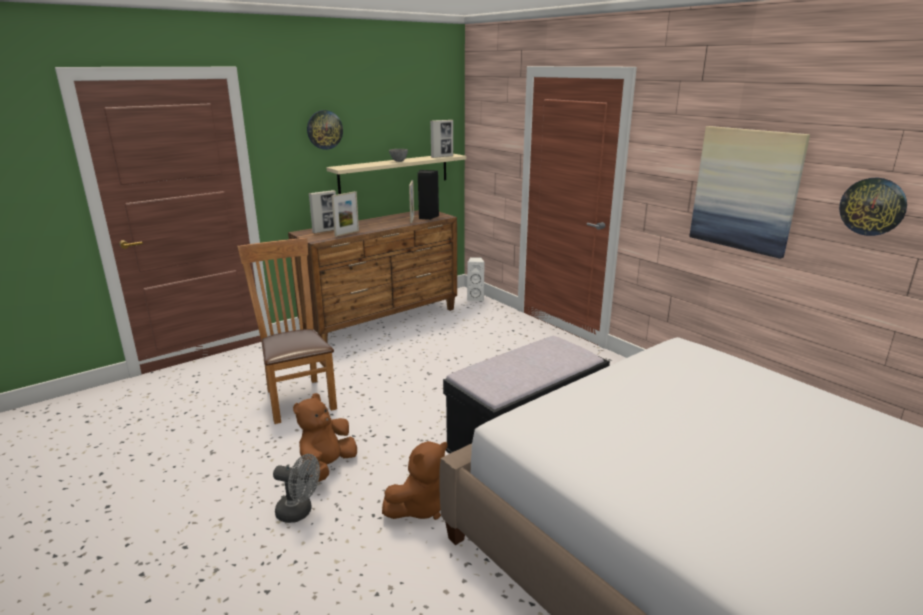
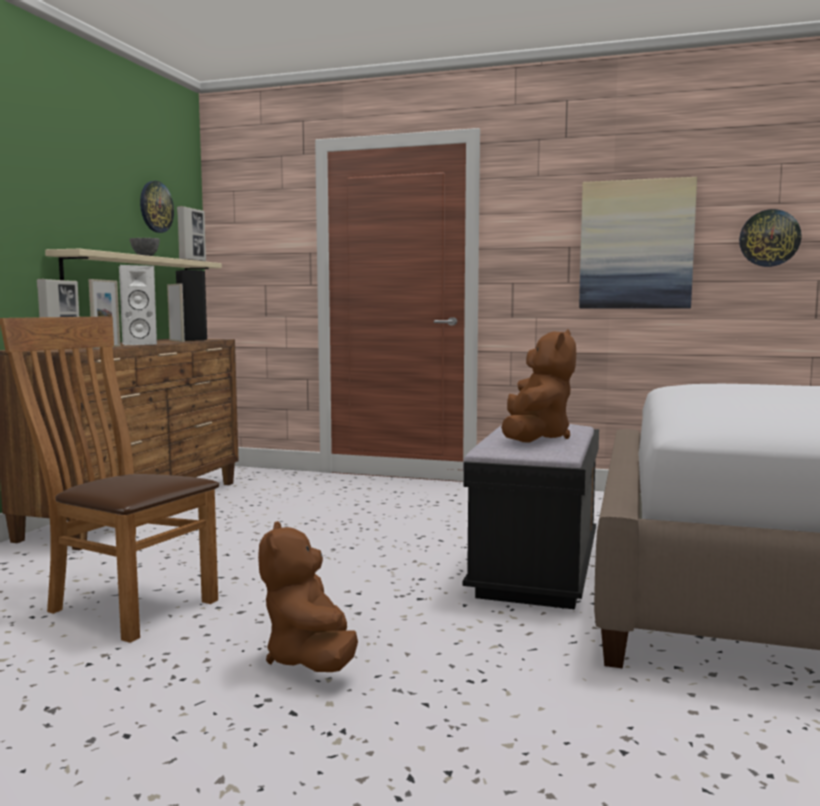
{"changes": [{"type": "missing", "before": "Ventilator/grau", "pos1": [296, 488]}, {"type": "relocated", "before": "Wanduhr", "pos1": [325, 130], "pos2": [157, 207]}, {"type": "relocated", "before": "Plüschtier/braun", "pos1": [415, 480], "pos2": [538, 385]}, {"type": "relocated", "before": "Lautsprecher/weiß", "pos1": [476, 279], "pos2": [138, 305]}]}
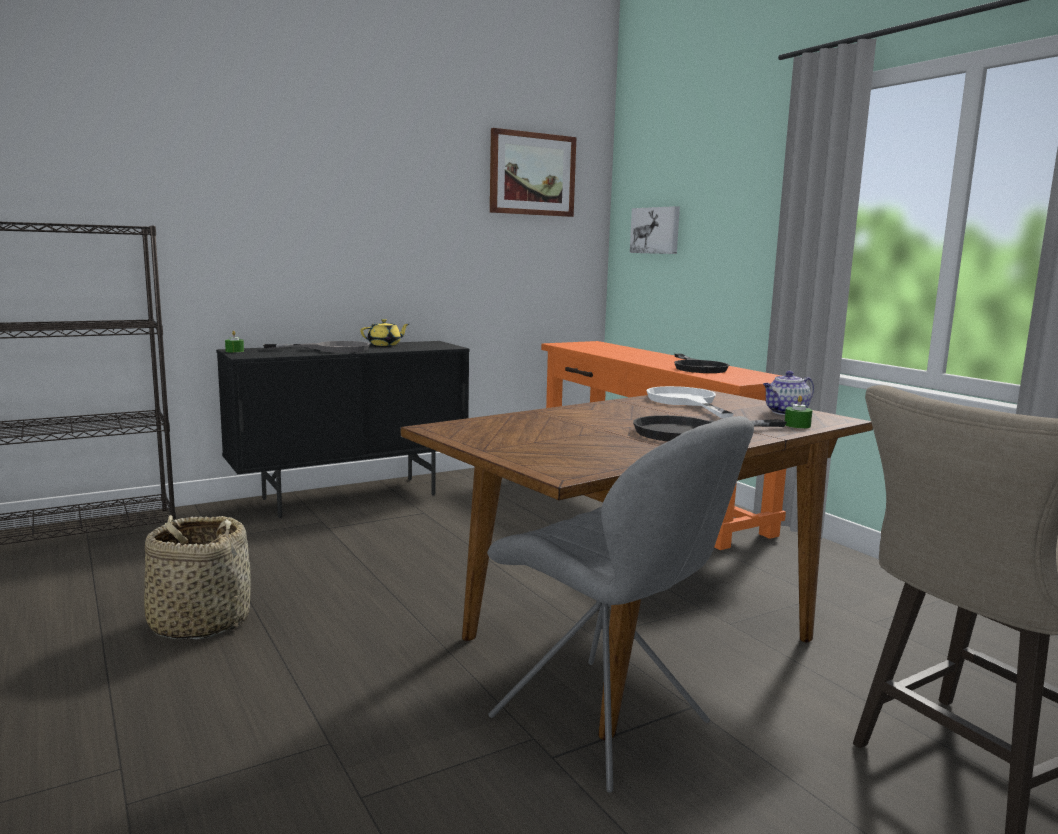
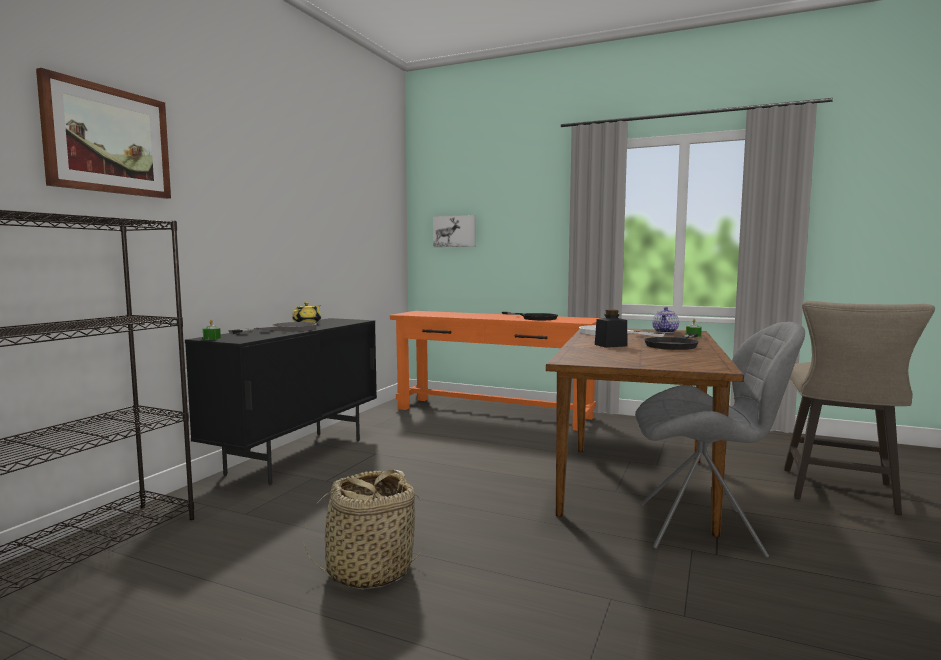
{"changes": [{"type": "relocated", "before": "Bild", "pos1": [533, 172], "pos2": [103, 133]}, {"type": "appeared", "after": "Vorratsglas/schwarz", "pos2": [611, 329]}]}
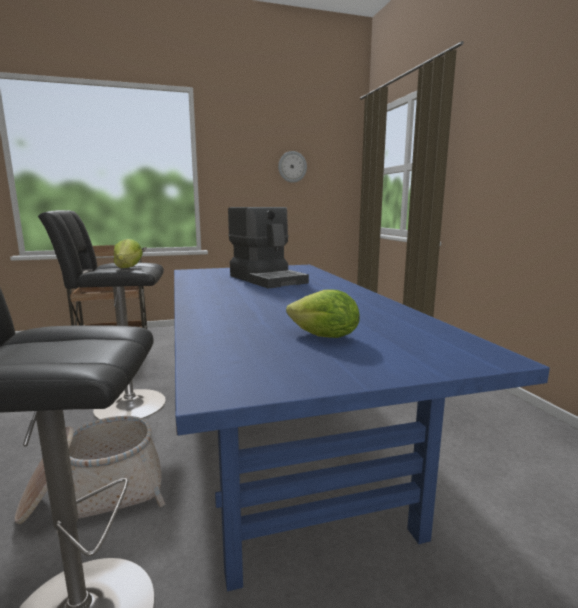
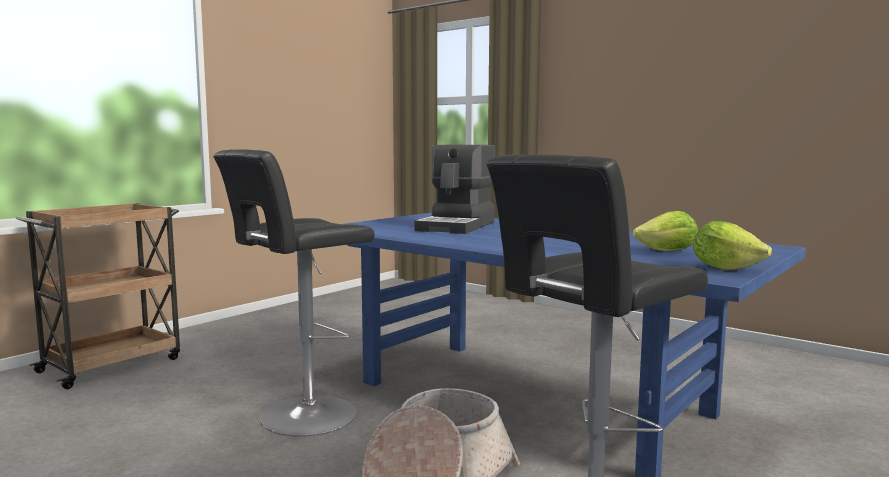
{"changes": [{"type": "relocated", "before": "Salatkopf", "pos1": [128, 253], "pos2": [732, 245]}, {"type": "spun", "before": "Kaffeemaschine", "pos1": [268, 248], "pos2": [454, 189], "turn": 90}, {"type": "missing", "before": "Wanduhr", "pos1": [292, 167]}]}
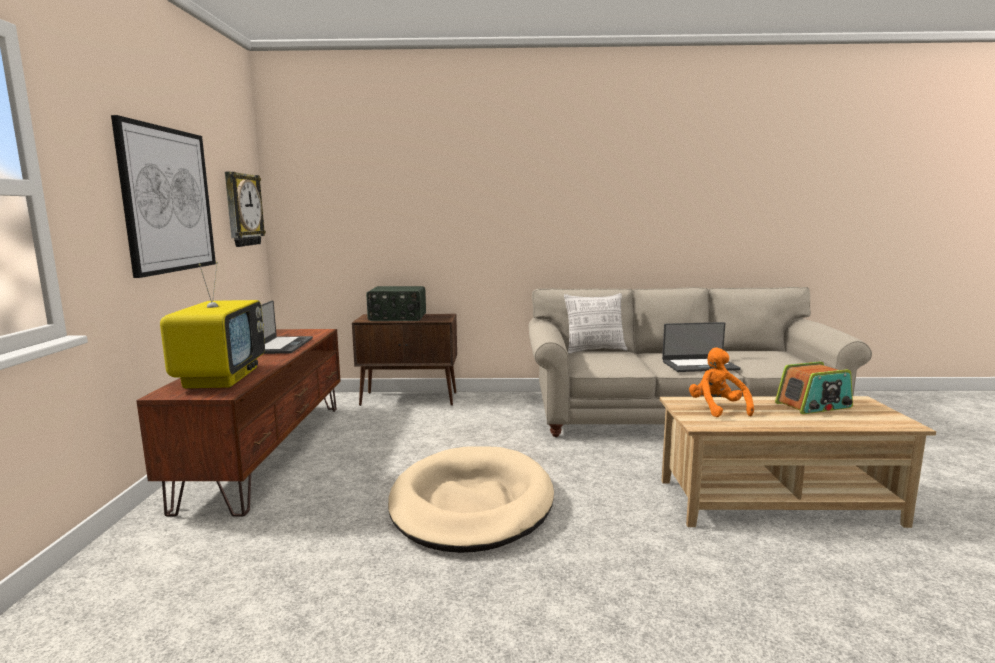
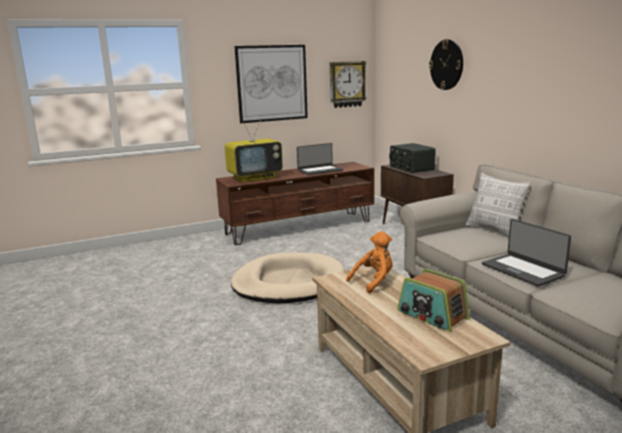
{"changes": [{"type": "appeared", "after": "Wanduhr", "pos2": [446, 64]}]}
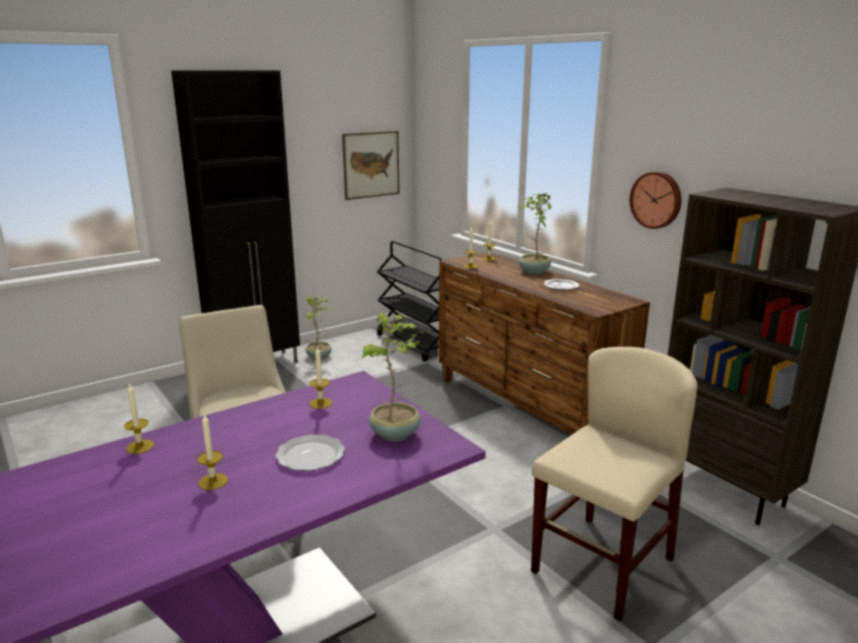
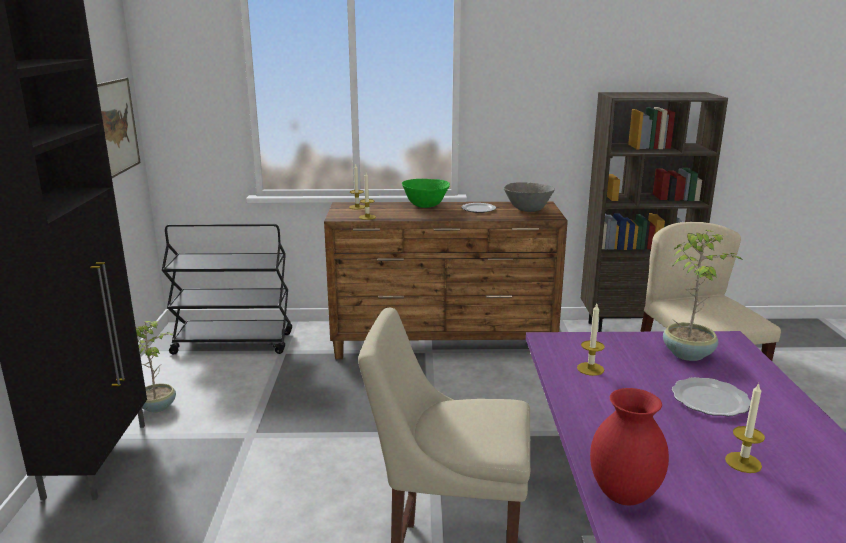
{"changes": [{"type": "exchanged", "before": "Kerze", "after": "Vase/rot", "pos1": [139, 419], "pos2": [629, 447]}, {"type": "exchanged", "before": "Topfpflanze", "after": "Schüssel/grün", "pos1": [534, 233], "pos2": [426, 193]}, {"type": "missing", "before": "Wanduhr", "pos1": [655, 200]}, {"type": "appeared", "after": "Schüssel/grau", "pos2": [529, 197]}]}
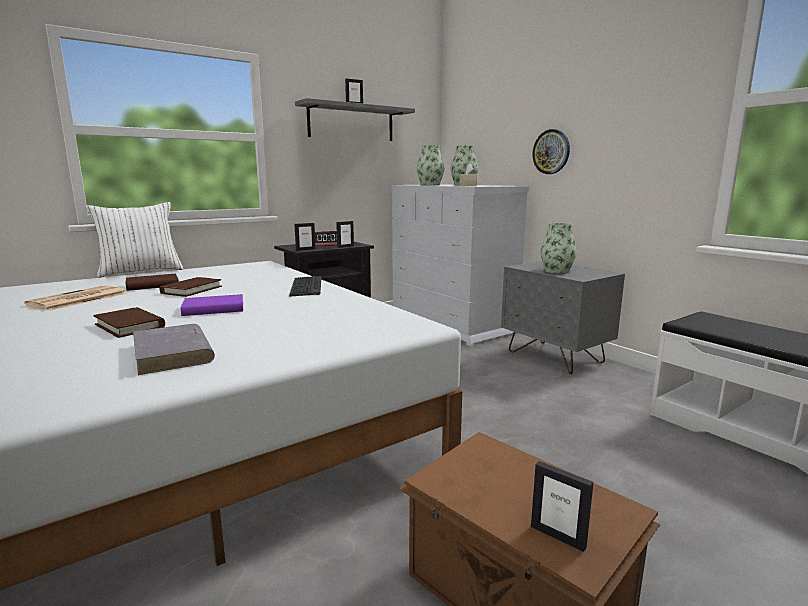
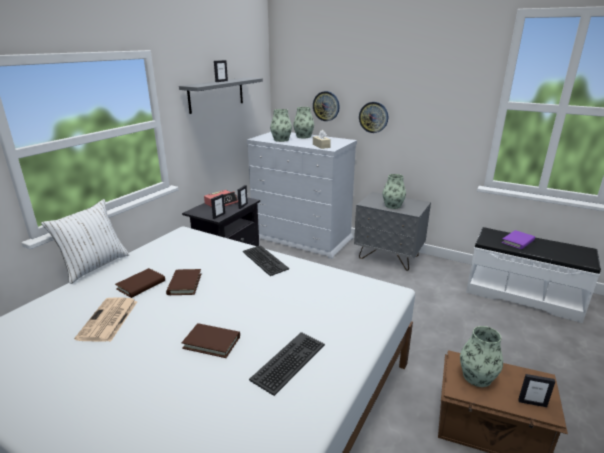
{"changes": [{"type": "exchanged", "before": "Buch/grau", "after": "Tastatur", "pos1": [174, 349], "pos2": [287, 364]}, {"type": "relocated", "before": "Buch/lila", "pos1": [212, 305], "pos2": [518, 239]}, {"type": "appeared", "after": "Wanduhr", "pos2": [326, 106]}, {"type": "appeared", "after": "Vase", "pos2": [481, 356]}]}
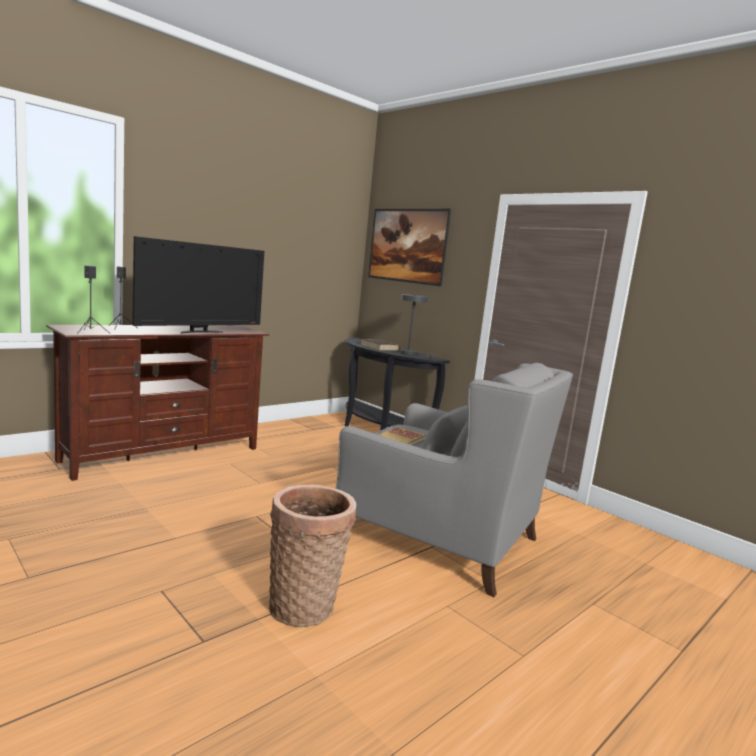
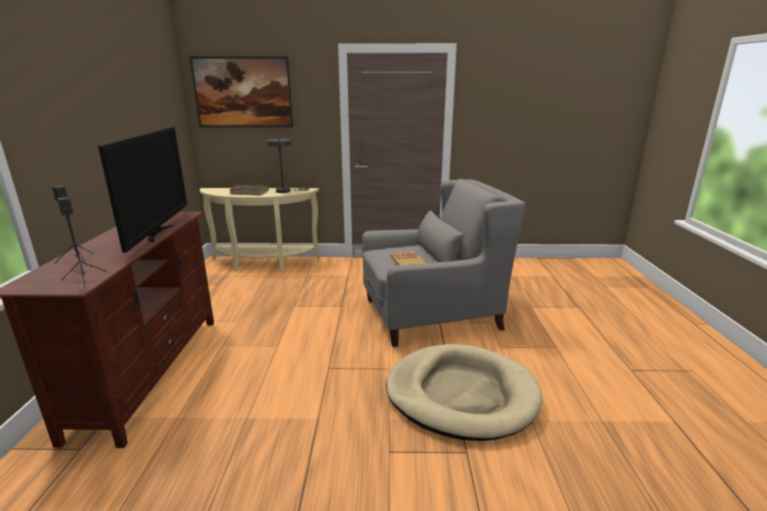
{"changes": [{"type": "exchanged", "before": "Korb", "after": "Hundebett/beige", "pos1": [312, 556], "pos2": [464, 392]}, {"type": "colour", "before": "Konsolentisch/schwarz", "after": "Konsolentisch/beige", "pos1": [397, 383], "pos2": [260, 229]}]}
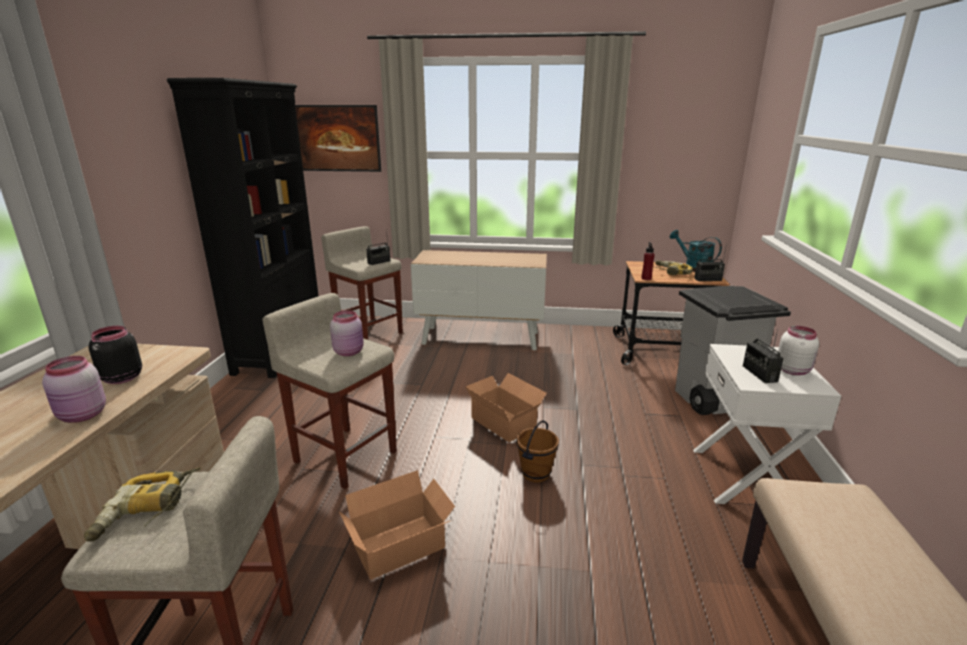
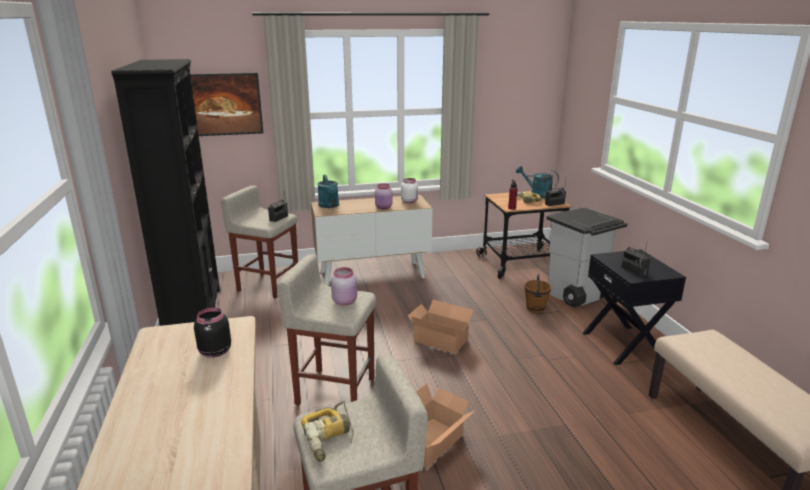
{"changes": [{"type": "relocated", "before": "Vorratsglas/rosa", "pos1": [74, 389], "pos2": [384, 196]}, {"type": "relocated", "before": "Eimer/braun", "pos1": [537, 451], "pos2": [537, 293]}, {"type": "colour", "before": "Nachttisch/weiß", "after": "Nachttisch/schwarz", "pos1": [767, 424], "pos2": [634, 307]}, {"type": "relocated", "before": "Vorratsglas/weiß", "pos1": [798, 350], "pos2": [409, 190]}, {"type": "appeared", "after": "Gießkanne/türkis", "pos2": [328, 191]}]}
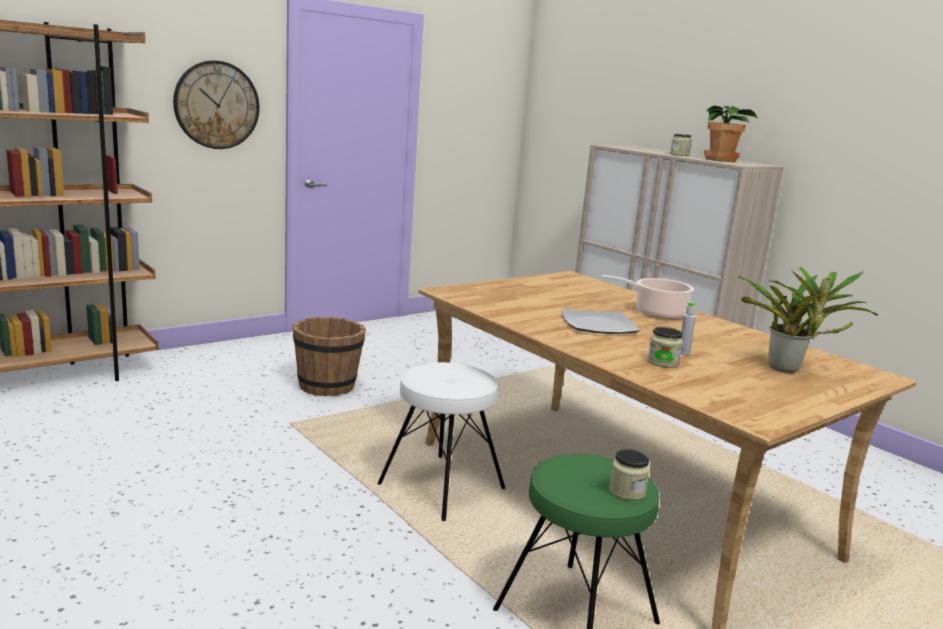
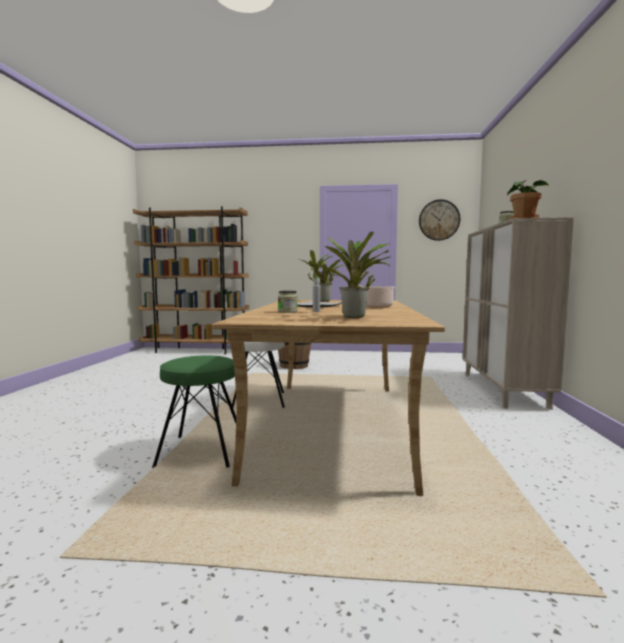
{"changes": [{"type": "relocated", "before": "Wanduhr", "pos1": [216, 105], "pos2": [439, 220]}, {"type": "missing", "before": "Vorratsglas", "pos1": [629, 474]}, {"type": "appeared", "after": "Topfpflanze", "pos2": [321, 276]}]}
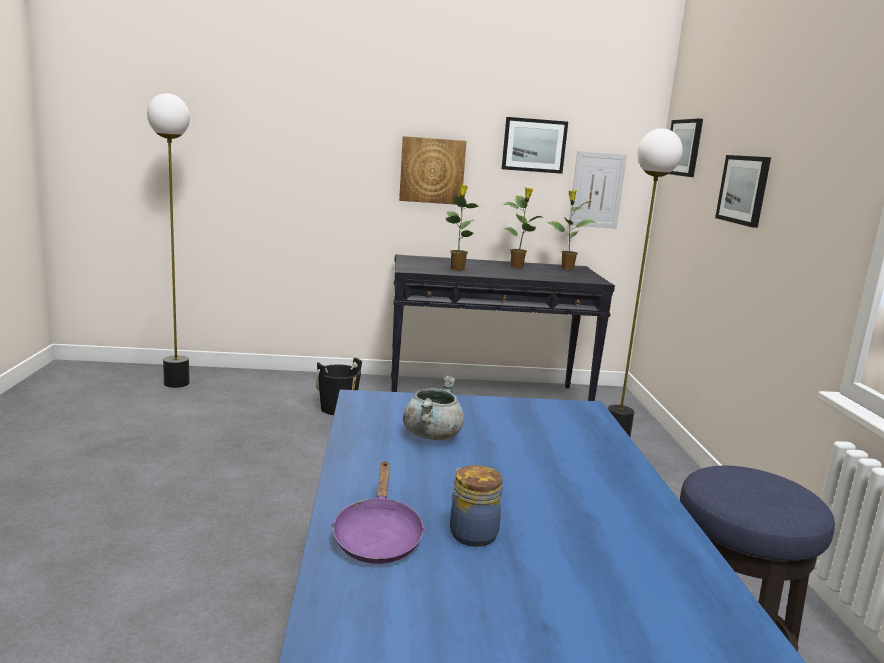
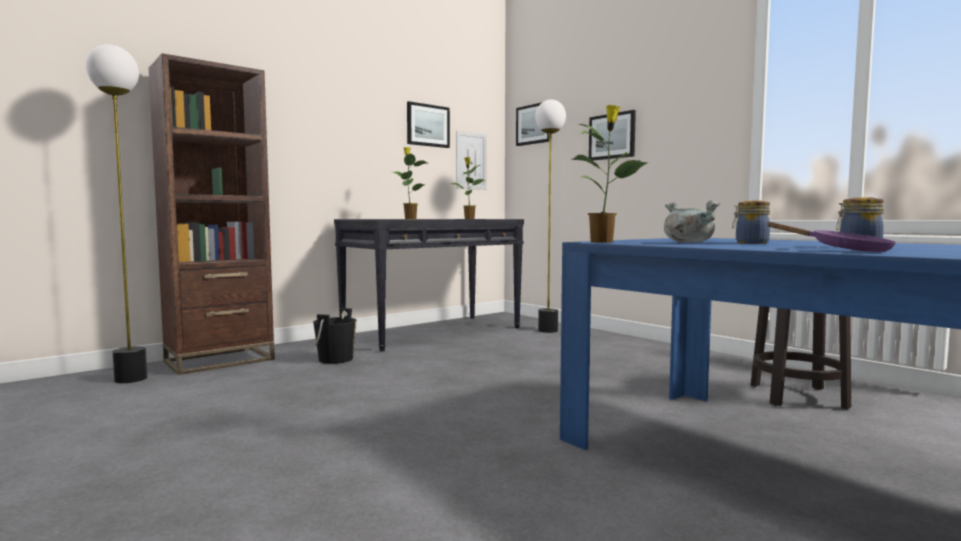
{"changes": [{"type": "missing", "before": "Bild", "pos1": [432, 170]}, {"type": "relocated", "before": "Topfpflanze", "pos1": [521, 227], "pos2": [610, 174]}, {"type": "appeared", "after": "Bücherregal/braun", "pos2": [211, 214]}, {"type": "appeared", "after": "Vorratsglas", "pos2": [751, 222]}]}
